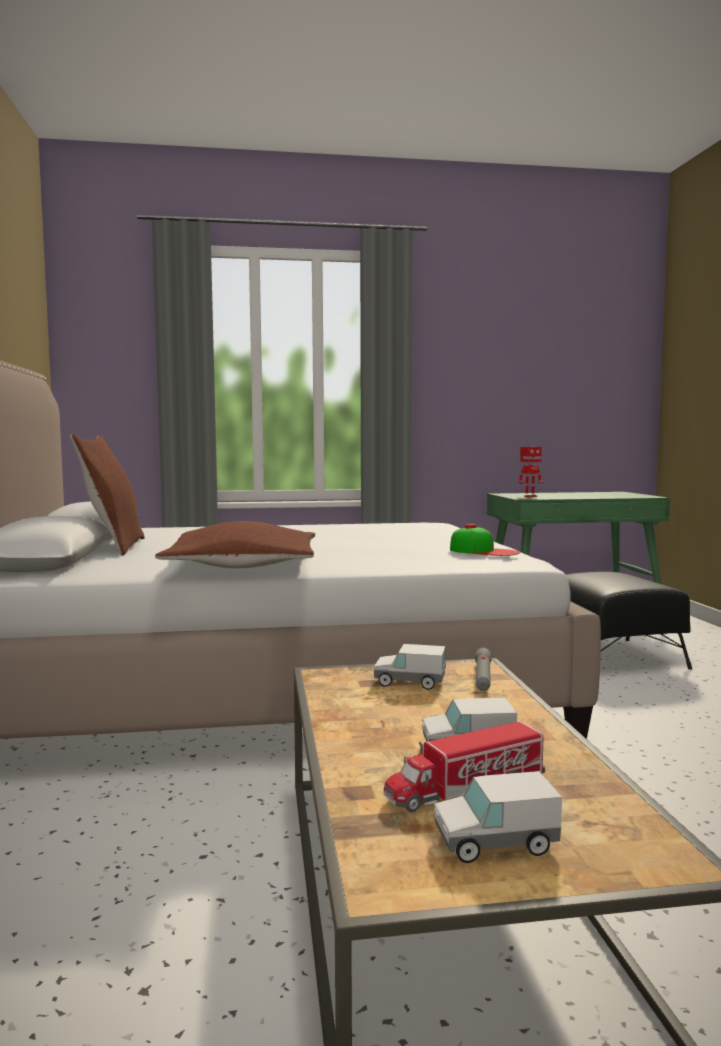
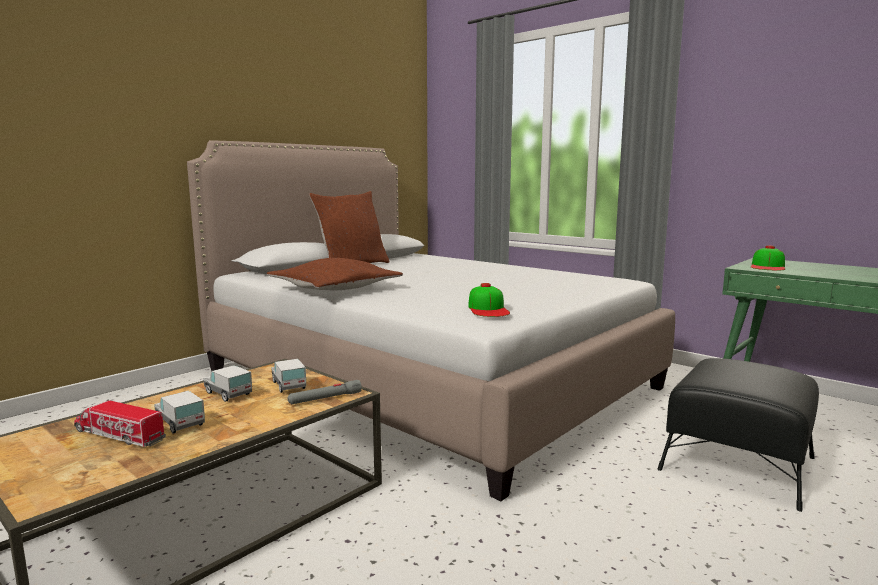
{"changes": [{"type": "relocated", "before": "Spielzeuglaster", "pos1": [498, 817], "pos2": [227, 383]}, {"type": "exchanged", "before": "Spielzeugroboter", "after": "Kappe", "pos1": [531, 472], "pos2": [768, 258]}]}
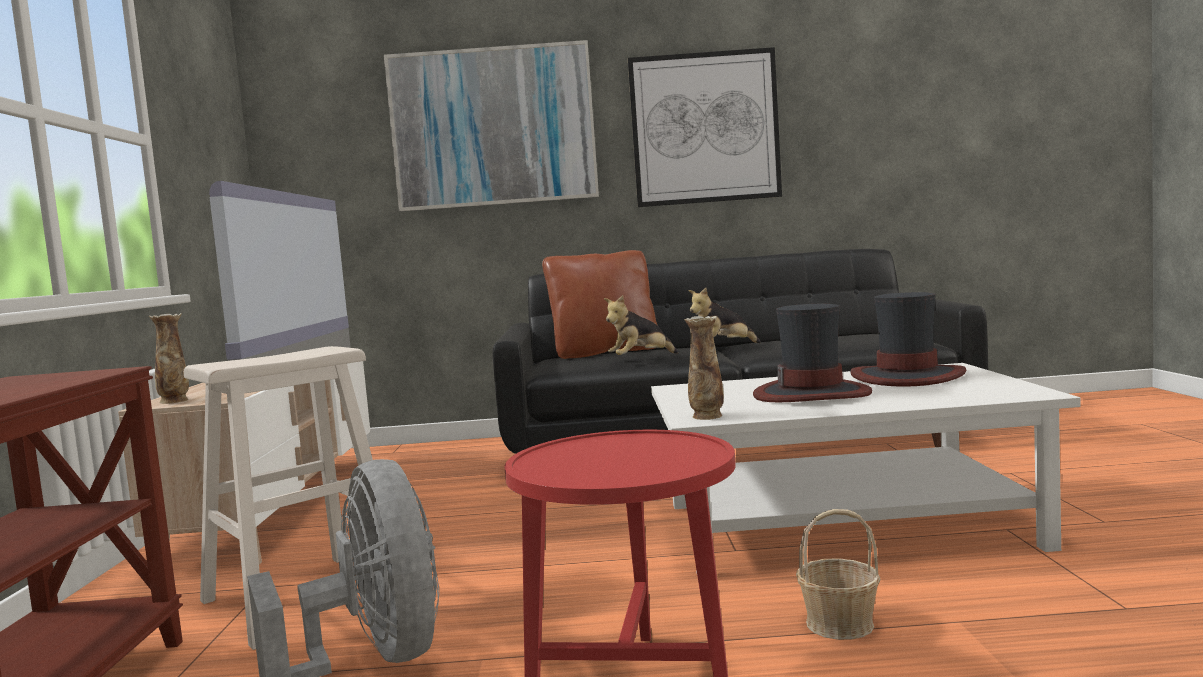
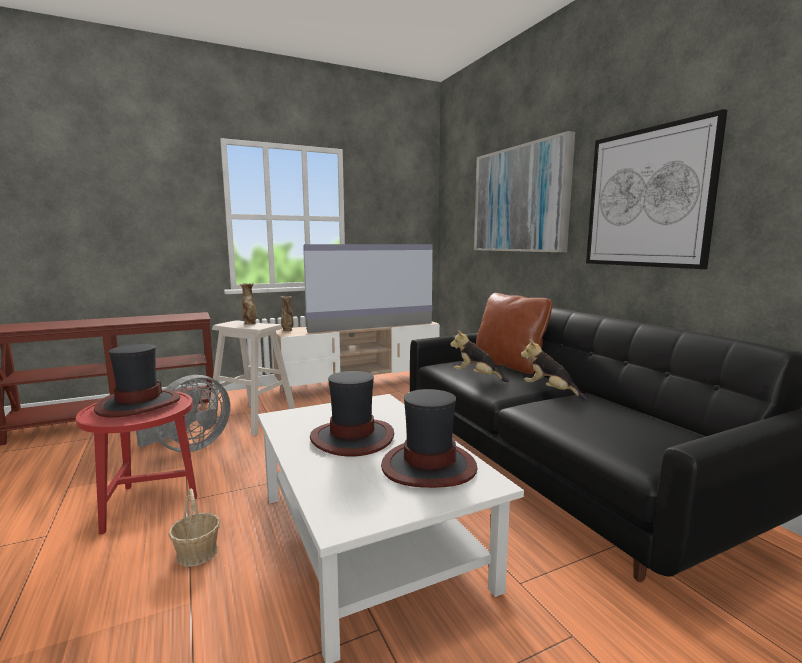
{"changes": [{"type": "relocated", "before": "Vase", "pos1": [704, 368], "pos2": [248, 304]}, {"type": "appeared", "after": "Hut", "pos2": [137, 381]}]}
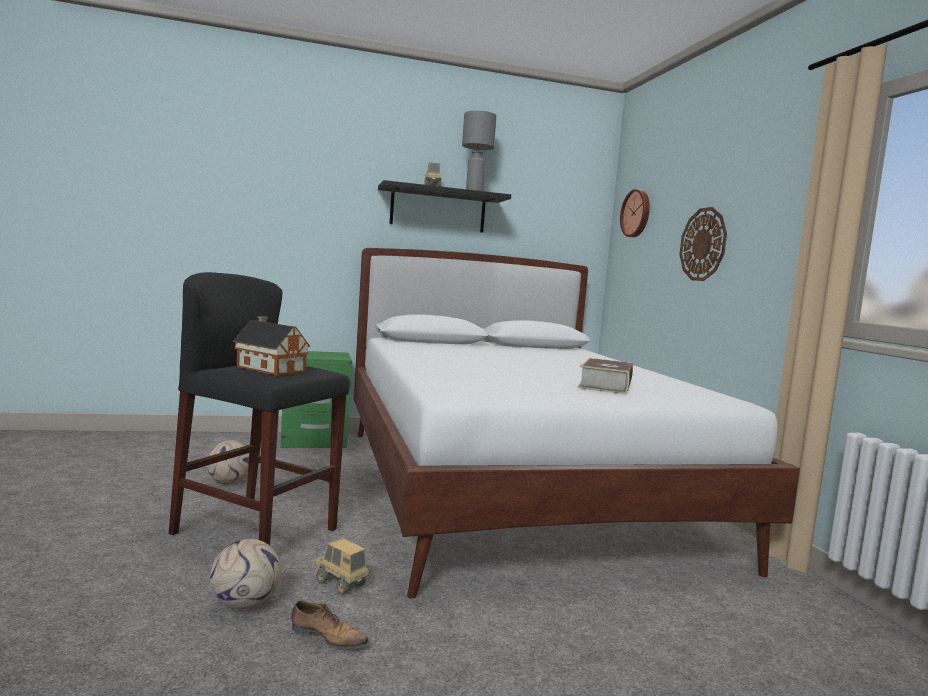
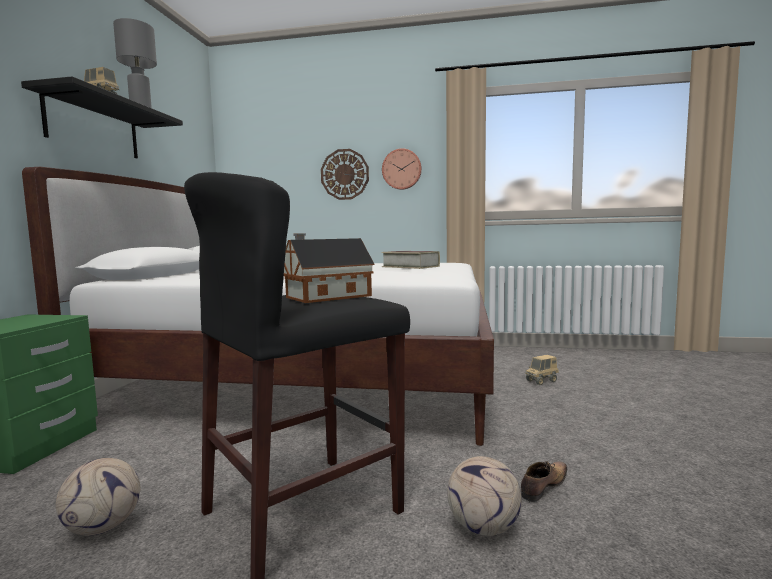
{"changes": [{"type": "relocated", "before": "Spielzeuglaster", "pos1": [342, 566], "pos2": [542, 370]}, {"type": "relocated", "before": "Wanduhr", "pos1": [635, 213], "pos2": [402, 169]}]}
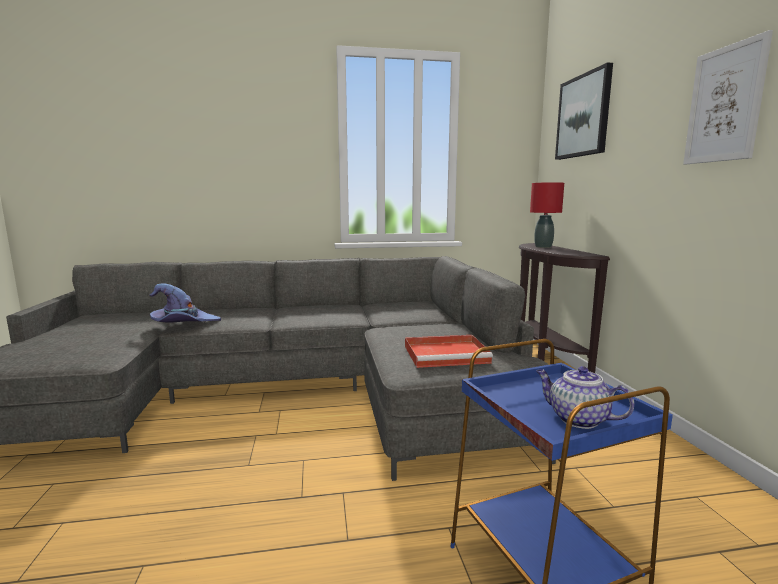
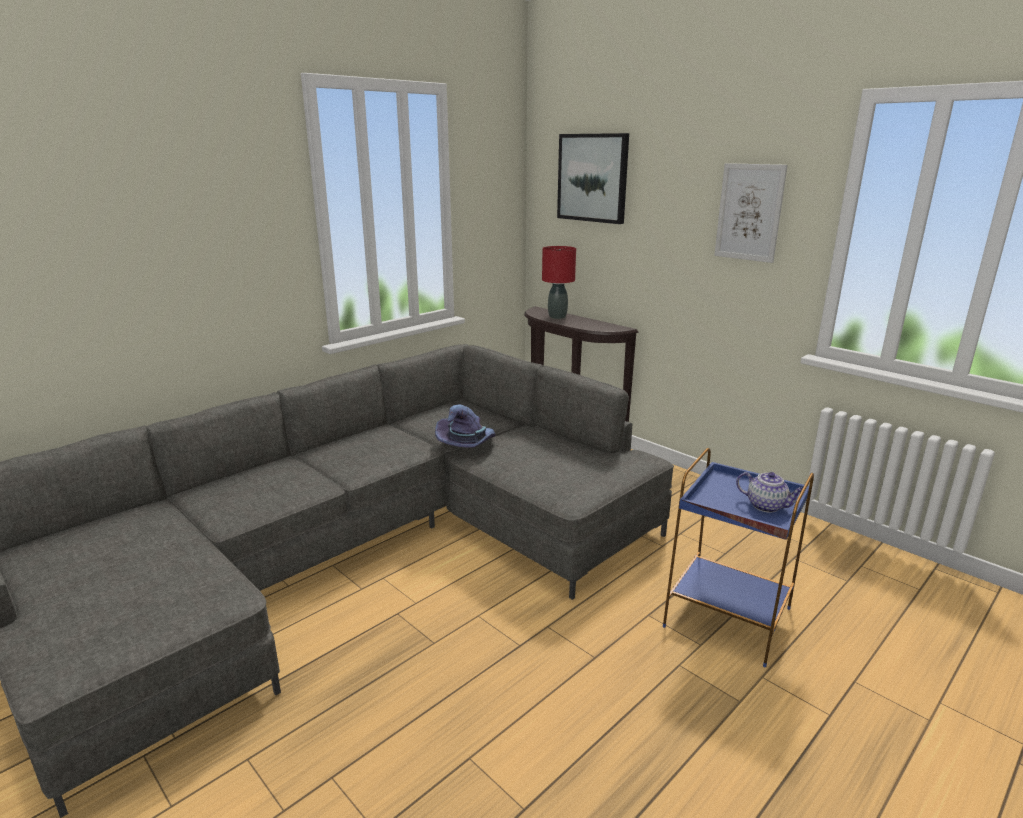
{"changes": [{"type": "relocated", "before": "Hut/lila", "pos1": [185, 302], "pos2": [465, 426]}, {"type": "missing", "before": "Tablett/rot", "pos1": [449, 351]}, {"type": "spun", "before": "Teekanne", "pos1": [585, 397], "pos2": [769, 492], "turn": -150}]}
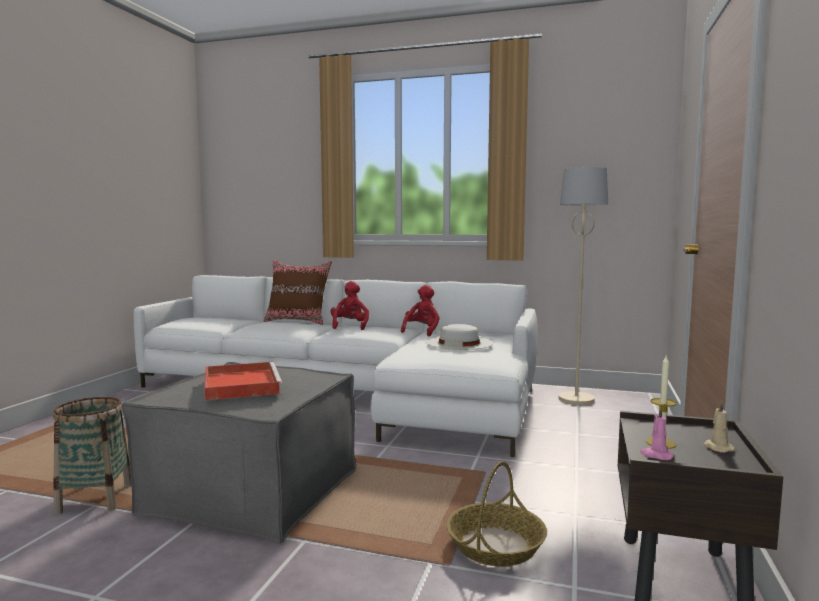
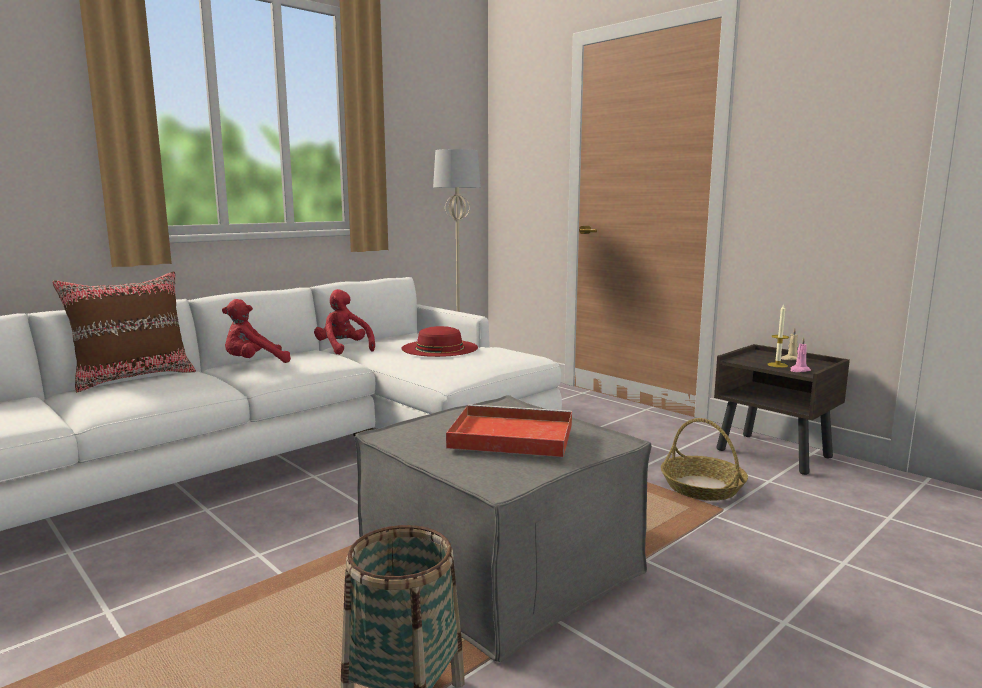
{"changes": [{"type": "spun", "before": "Plüschtier/rot", "pos1": [350, 305], "pos2": [256, 331], "turn": -60}, {"type": "colour", "before": "Hut/weiß", "after": "Hut/rot", "pos1": [459, 337], "pos2": [439, 341]}]}
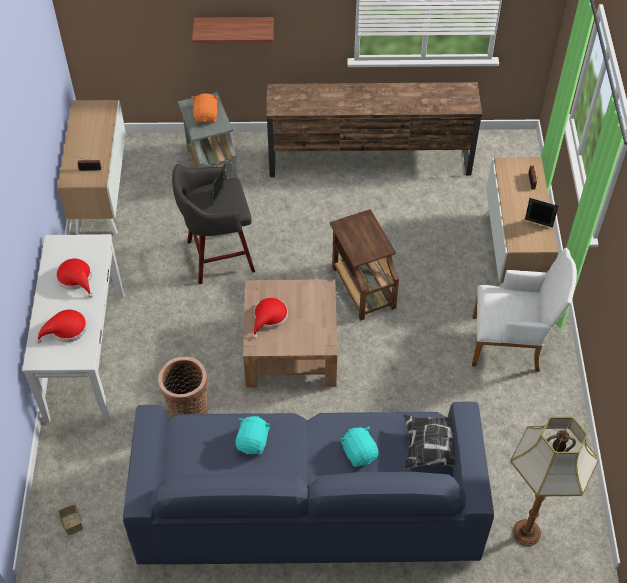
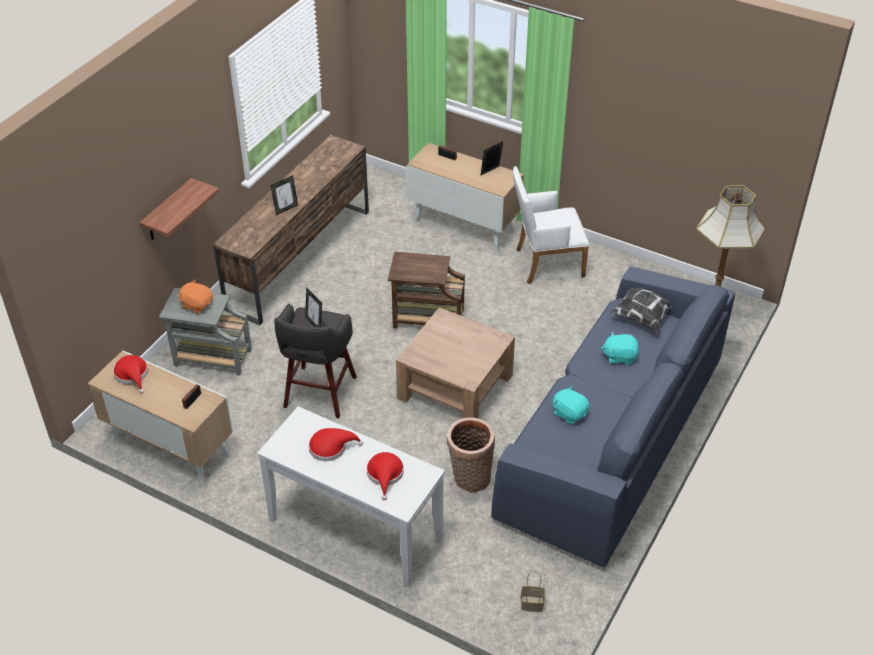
{"changes": [{"type": "relocated", "before": "Hut/rot", "pos1": [270, 318], "pos2": [130, 374]}, {"type": "spun", "before": "Sessel/weiß", "pos1": [524, 310], "pos2": [551, 225], "turn": -135}, {"type": "appeared", "after": "Bilderrahmen", "pos2": [284, 195]}]}
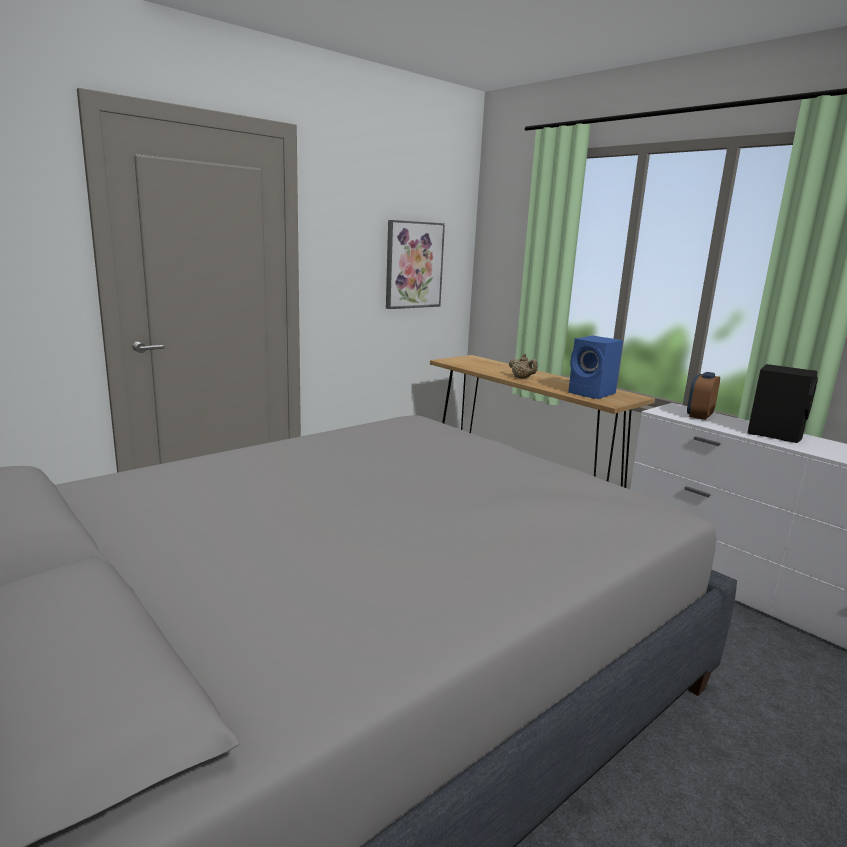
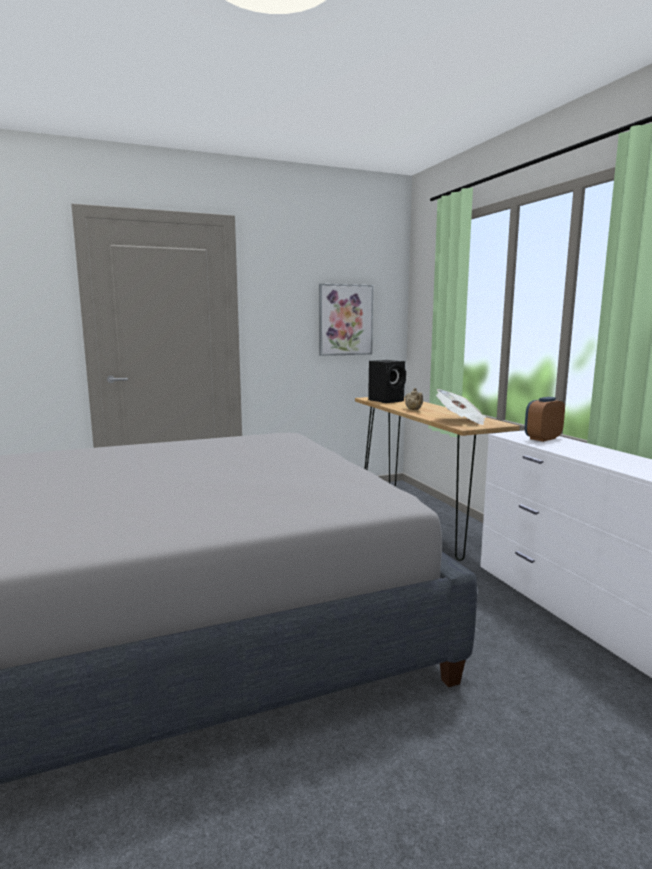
{"changes": [{"type": "exchanged", "before": "Lautsprecher/blau", "after": "Zeitung", "pos1": [595, 367], "pos2": [461, 407]}, {"type": "relocated", "before": "Lautsprecher/schwarz", "pos1": [782, 403], "pos2": [387, 381]}]}
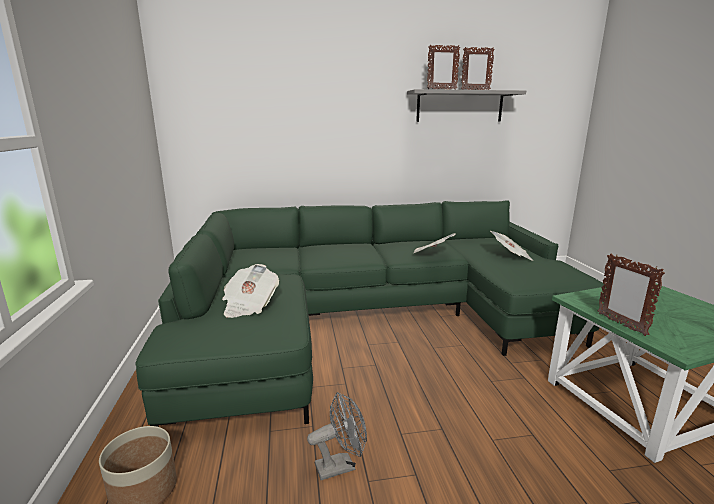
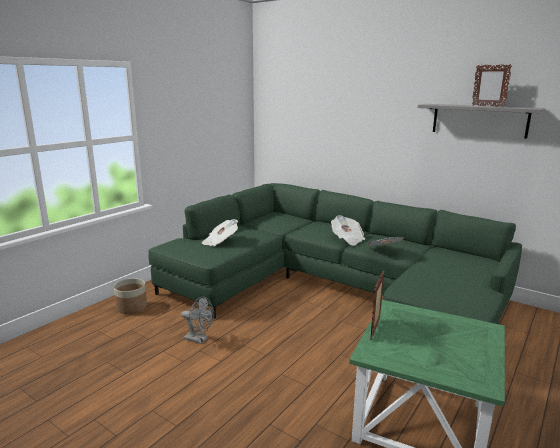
{"changes": [{"type": "missing", "before": "Bilderrahmen", "pos1": [443, 67]}, {"type": "relocated", "before": "Zeitung", "pos1": [511, 246], "pos2": [348, 230]}]}
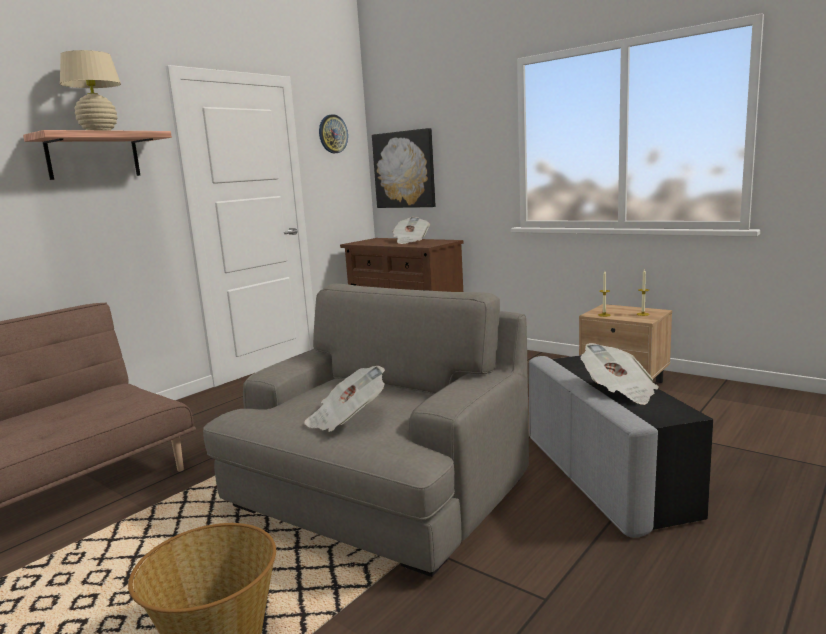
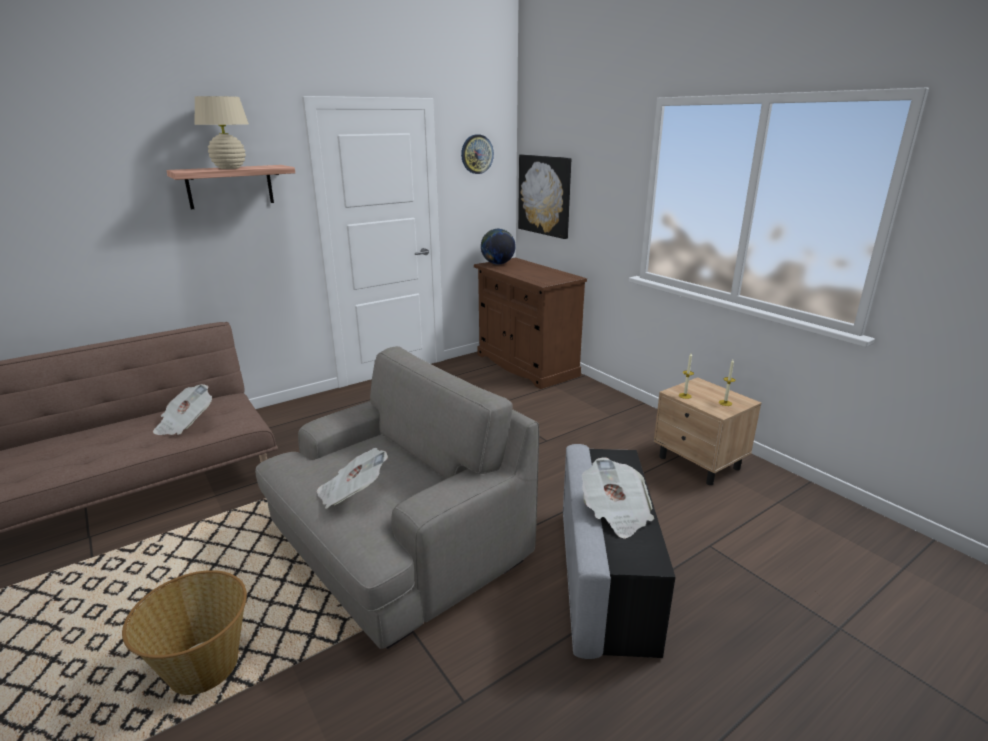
{"changes": [{"type": "relocated", "before": "Zeitung", "pos1": [411, 230], "pos2": [182, 409]}, {"type": "appeared", "after": "Globus", "pos2": [498, 246]}]}
